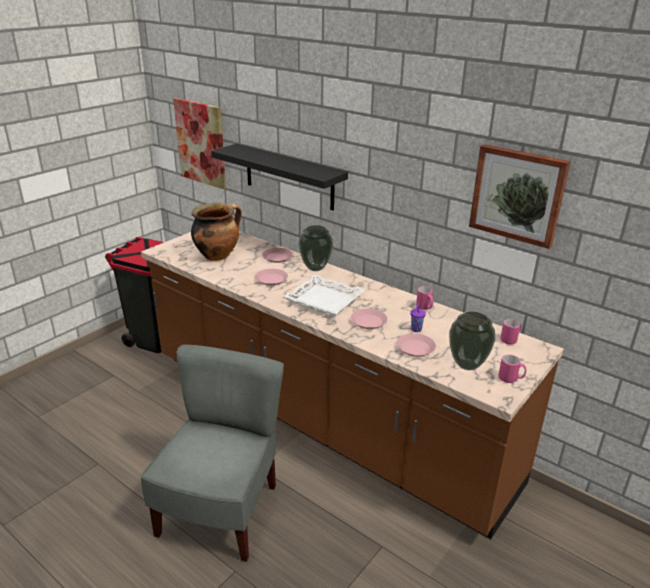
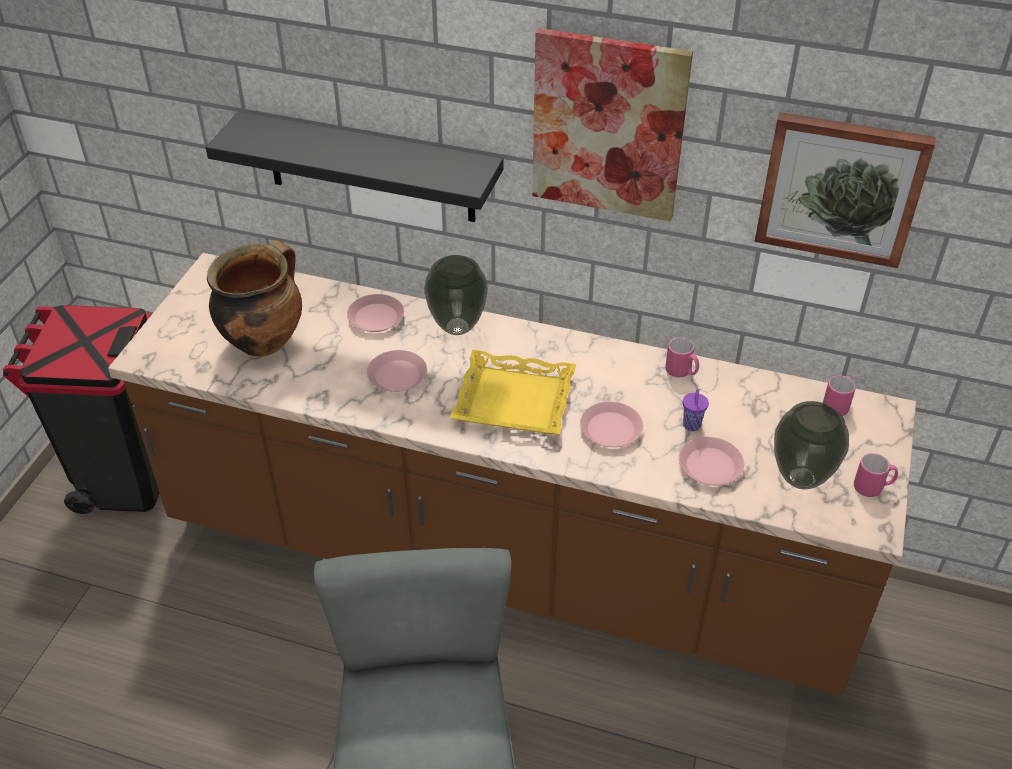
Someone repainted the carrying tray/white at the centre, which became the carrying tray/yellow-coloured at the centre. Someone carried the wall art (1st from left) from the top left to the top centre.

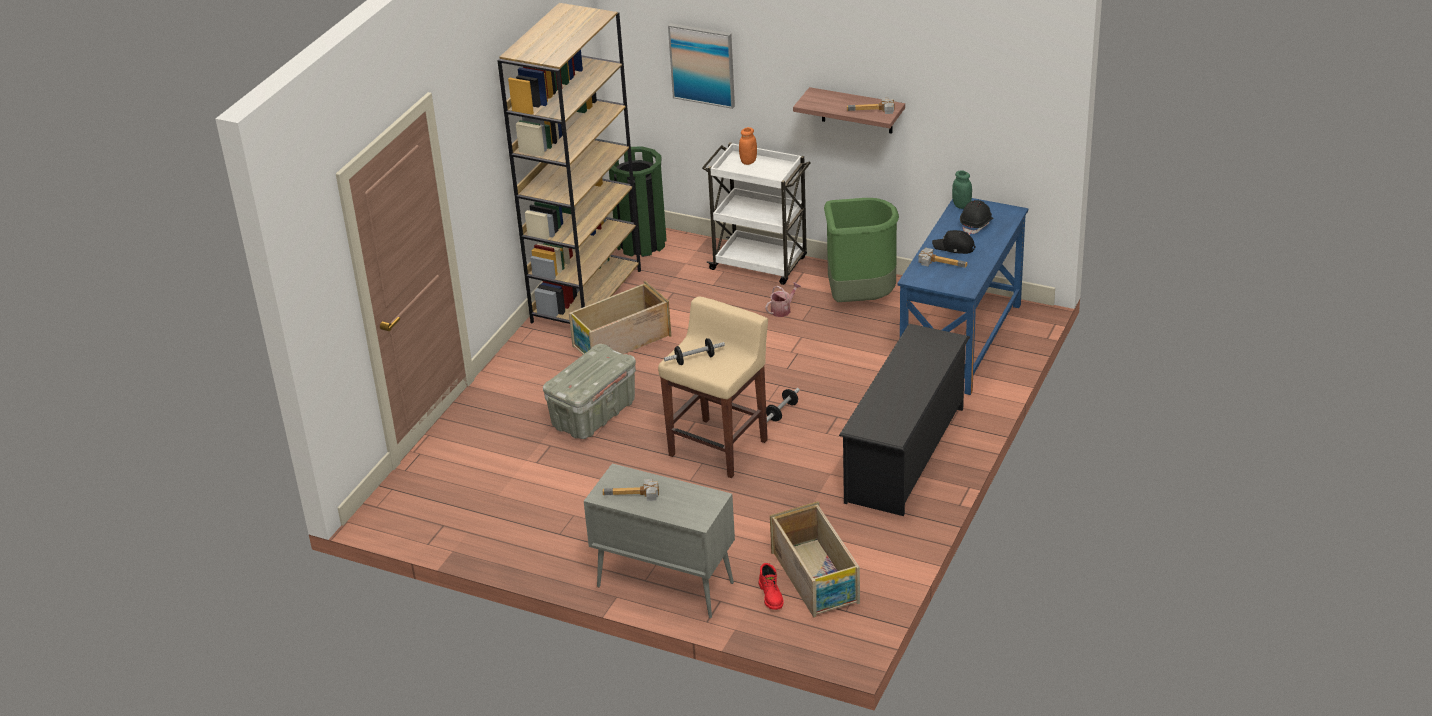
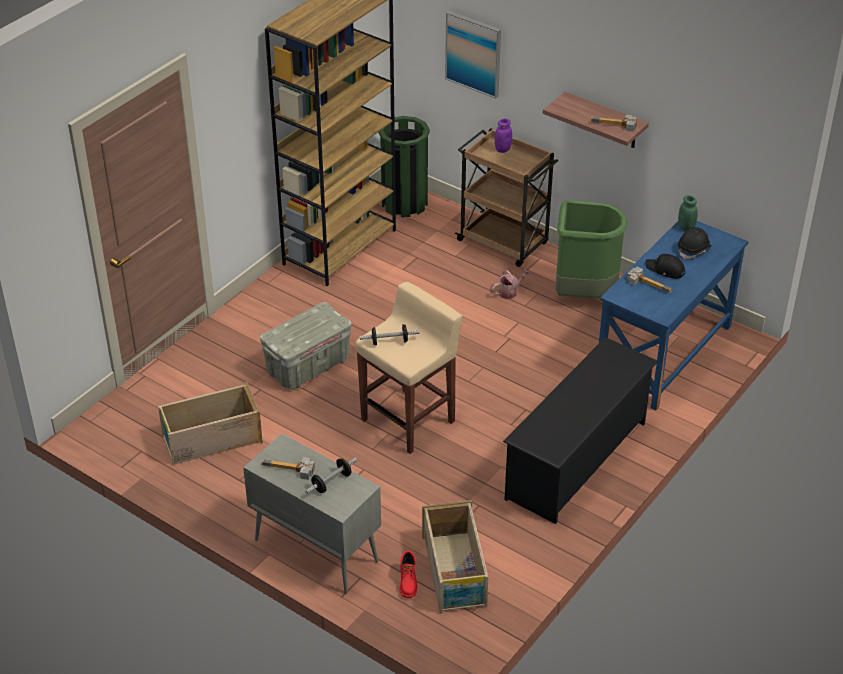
Someone carried the shipping crate (1st from left) from the centre to the middle left. Someone carried the hand weight (2nd from left in the first image) from the centre to the bottom centre. Someone repainted the wheeled cart/white at the top centre, which became the wheeled cart/brownish at the top centre. Someone repainted the preserve jar/orange at the top centre, which became the preserve jar/purple-coloured at the top centre.

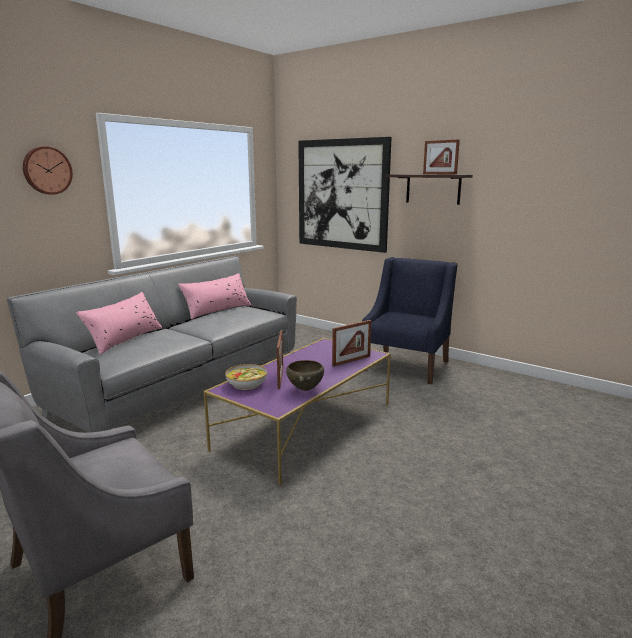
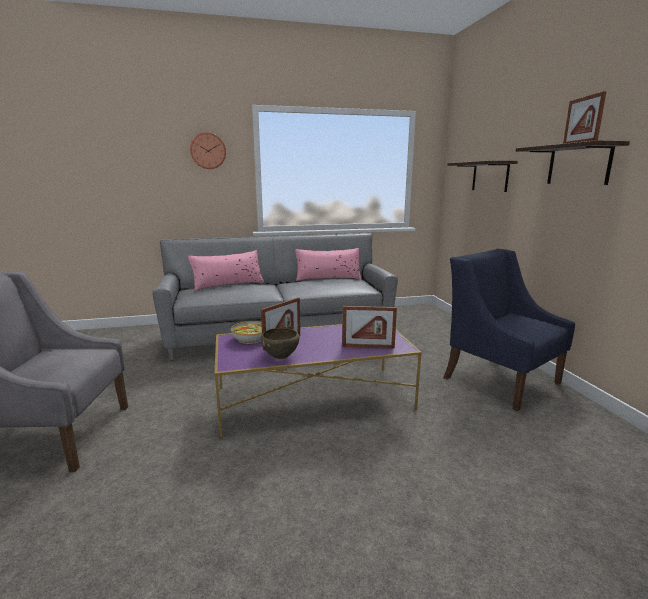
Someone rotated the armchair/blue-coloured at the centre by 105 degrees counterclockwise. Someone swapped the wall art at the top centre for the bracket shelf (1st from left) at the top right.

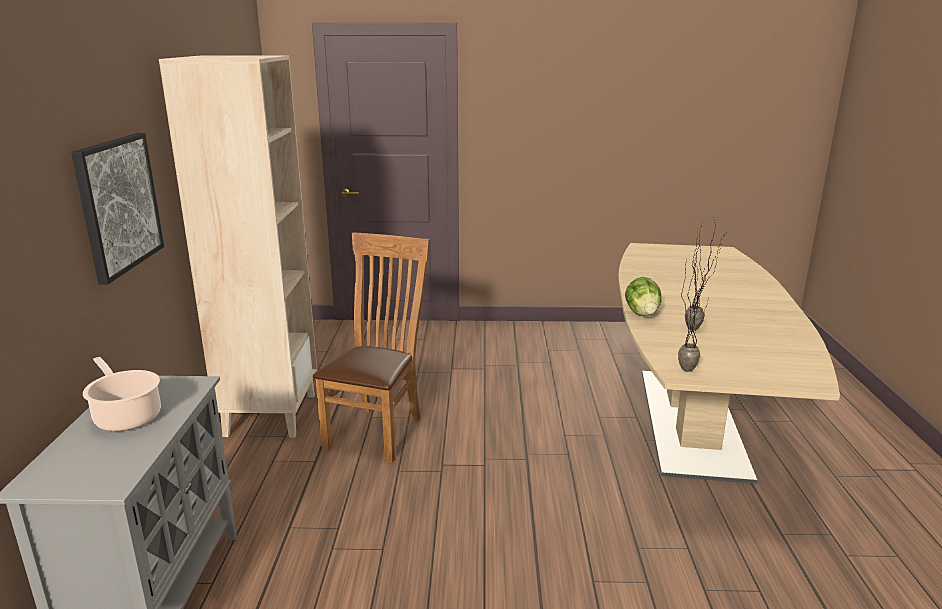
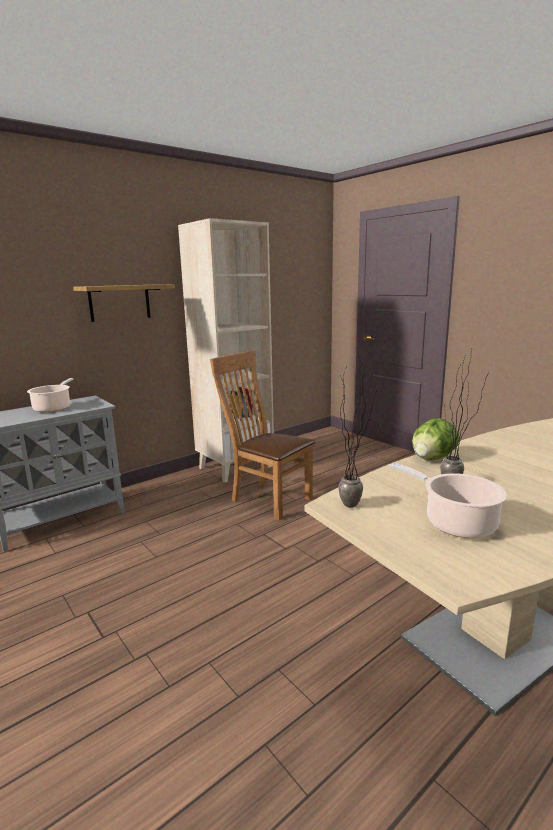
Someone swapped the wall art at the middle left for the bracket shelf at the middle left. Someone rotated the upright chair/brownish at the centre by 120 degrees counterclockwise. Someone put down the stockpot (2nd from left) at the middle right.

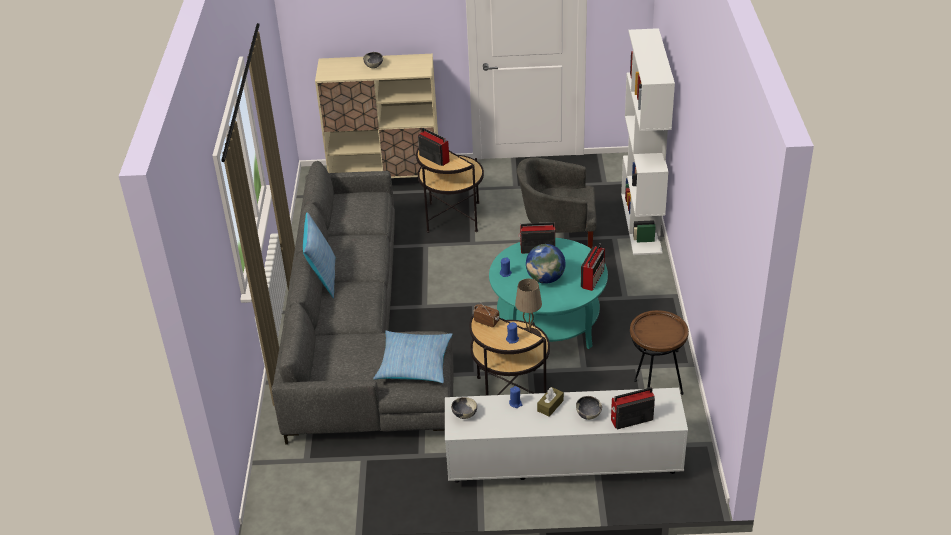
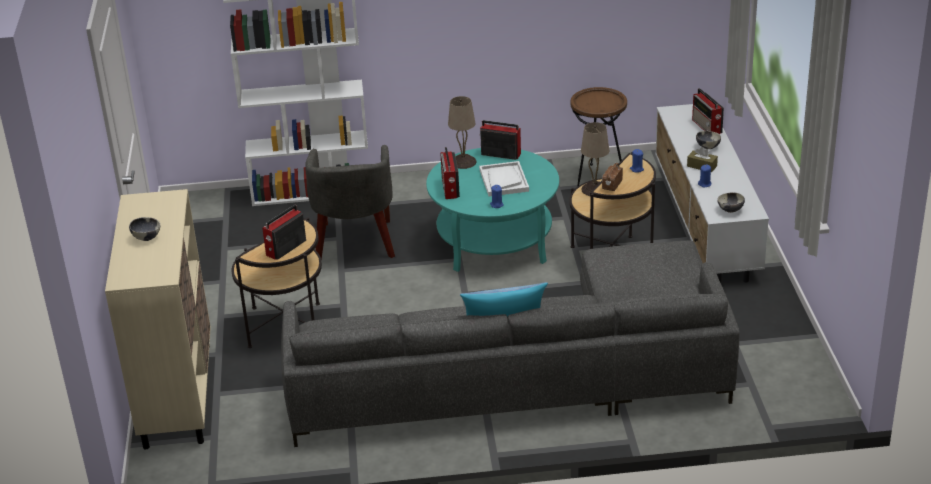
Someone put down the tabletop lamp/sand-coloured (1st from left) at the top centre. Someone swapped the world globe at the centre for the carrying tray/white at the centre. Someone took away the pillow (2nd from left) at the bottom centre.

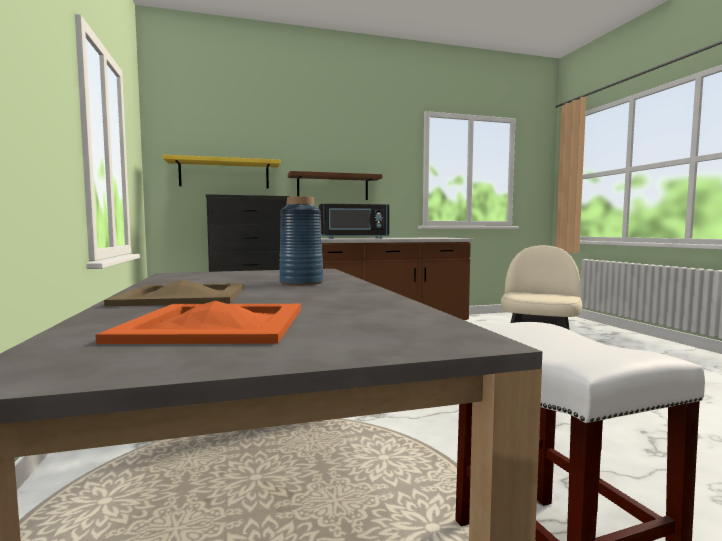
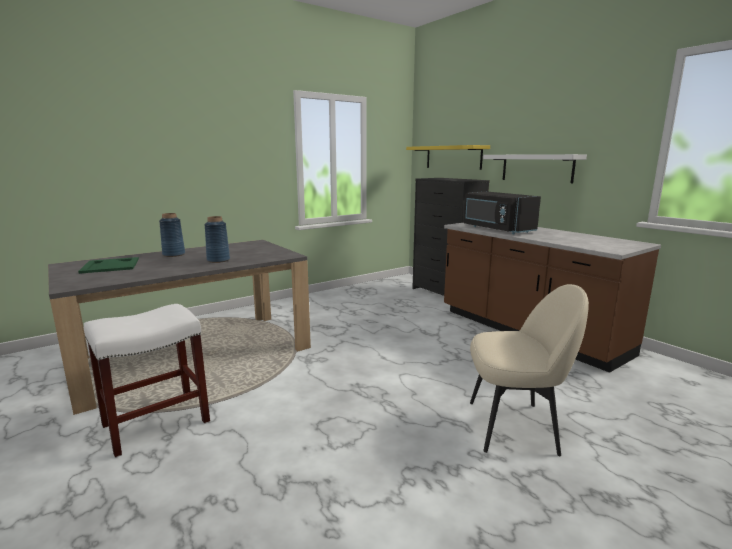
Someone repainted the carrying tray/orange at the middle left, which became the carrying tray/green at the middle left. Someone swapped the carrying tray/sand-coloured at the middle left for the decorative vase/blue-coloured (1st from left) at the middle left. Someone repainted the bracket shelf/brownish at the centre, which became the bracket shelf/white at the top right.

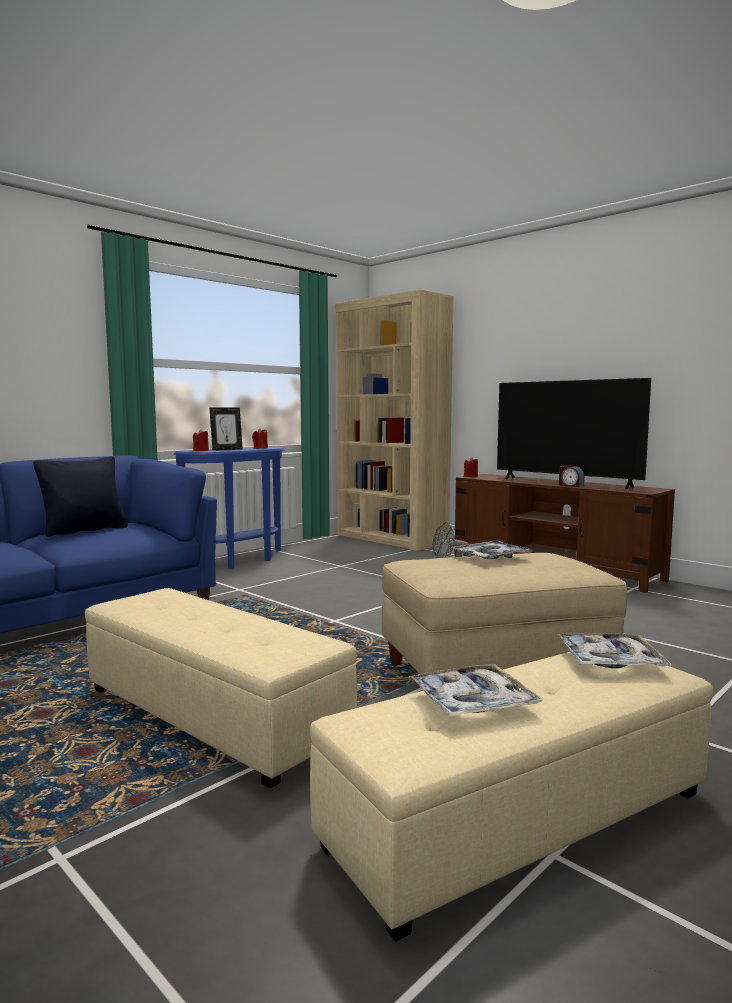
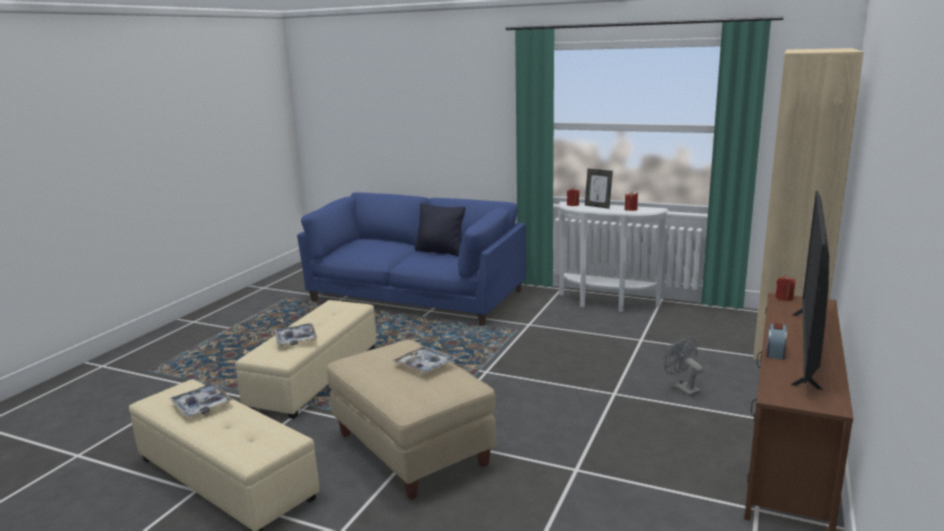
Someone carried the carrying tray (3rd from left in the first image) from the middle right to the middle left. Someone repainted the narrow table/blue-coloured at the middle left, which became the narrow table/white at the centre.

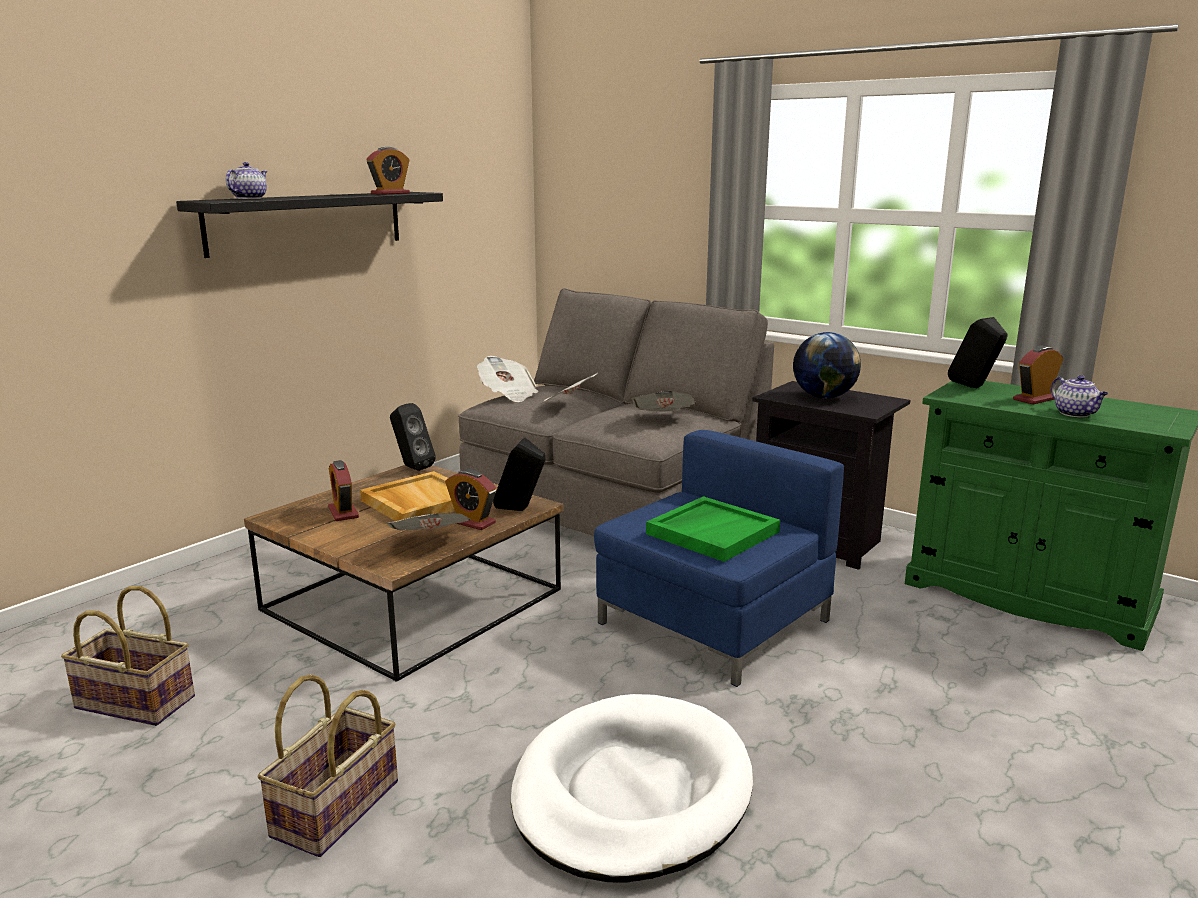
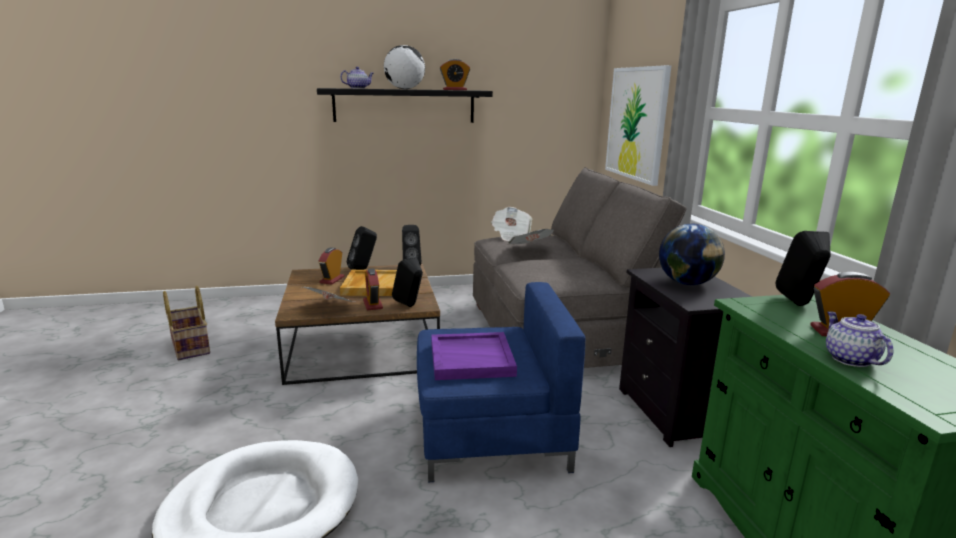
Someone put down the loudspeaker/black-coloured (1st from left) at the centre. Someone put down the world globe (1st from left) at the top centre. Someone repainted the carrying tray/green at the centre, which became the carrying tray/purple-coloured at the centre. Someone put up the wall art at the top right. Someone rotated the tea pot (2nd from left) at the middle right by 150 degrees clockwise. Someone took away the household basket (2nd from left) at the bottom left. Someone took away the daily paper (4th from left) at the centre.

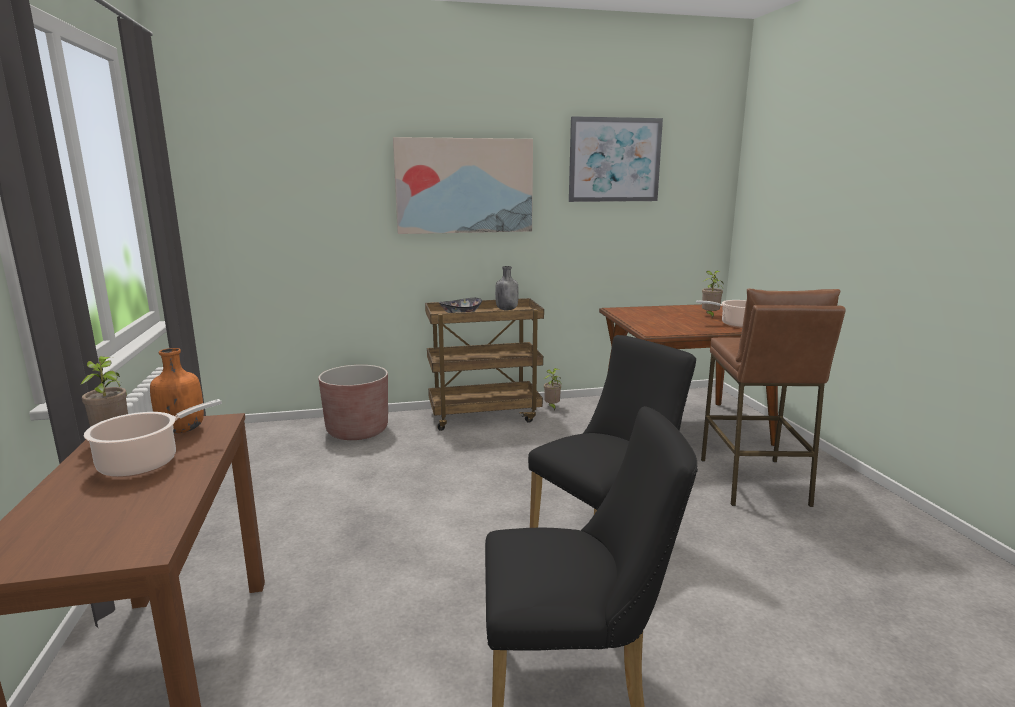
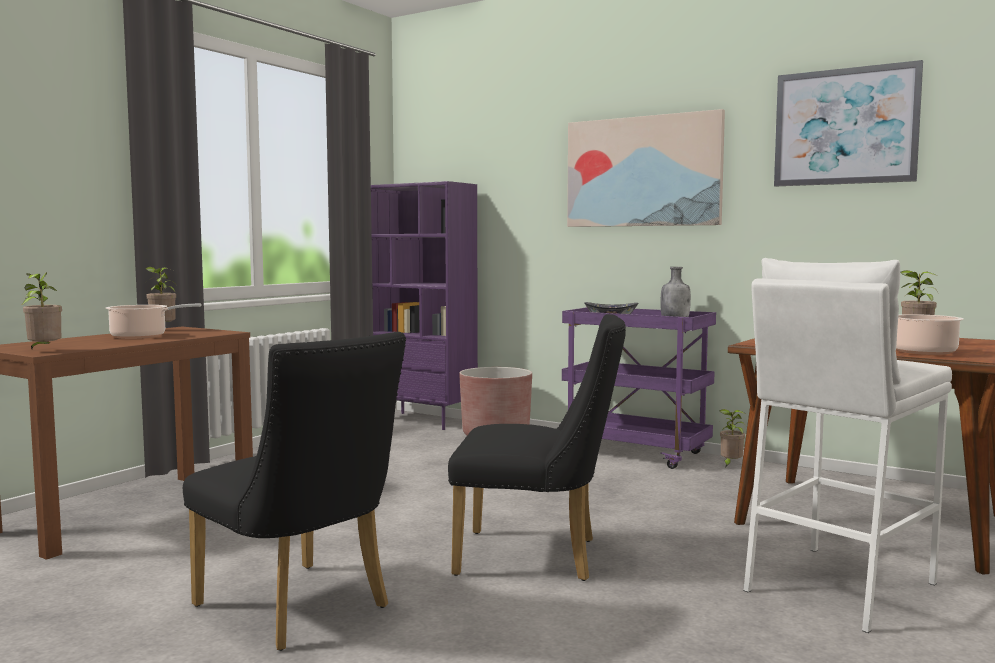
Someone put down the houseplant (1st from left) at the middle left. Someone put down the bookshelf/purple-coloured at the centre. Someone repainted the wheeled cart/brownish at the centre, which became the wheeled cart/purple-coloured at the centre. Someone repainted the stool/brownish at the middle right, which became the stool/white at the bottom right. Someone took away the drink bottle/orange at the middle left.

